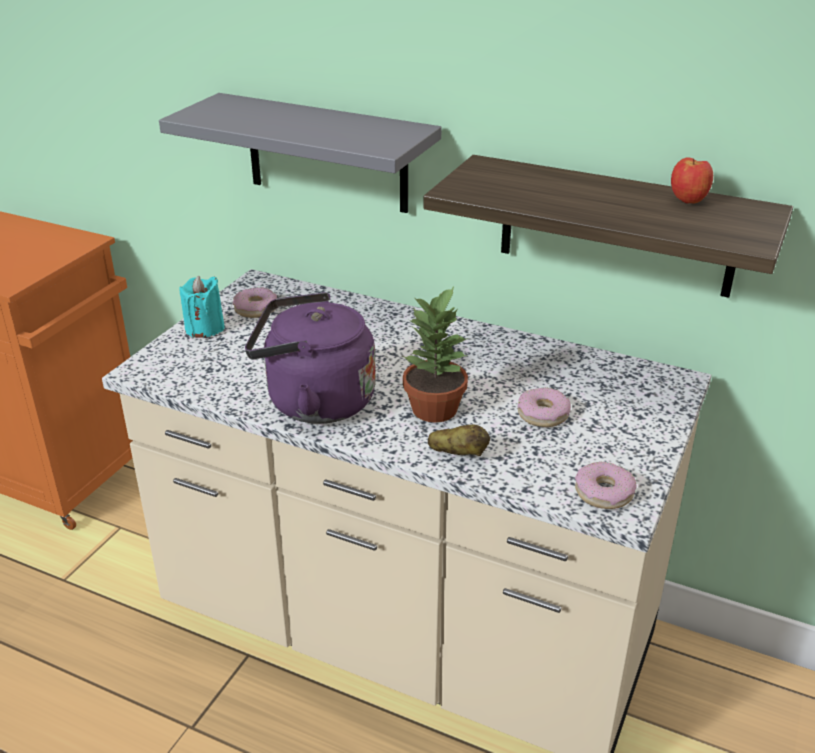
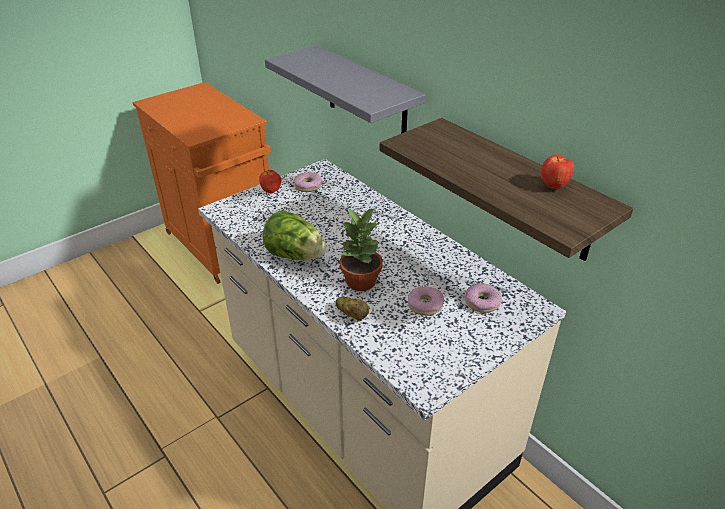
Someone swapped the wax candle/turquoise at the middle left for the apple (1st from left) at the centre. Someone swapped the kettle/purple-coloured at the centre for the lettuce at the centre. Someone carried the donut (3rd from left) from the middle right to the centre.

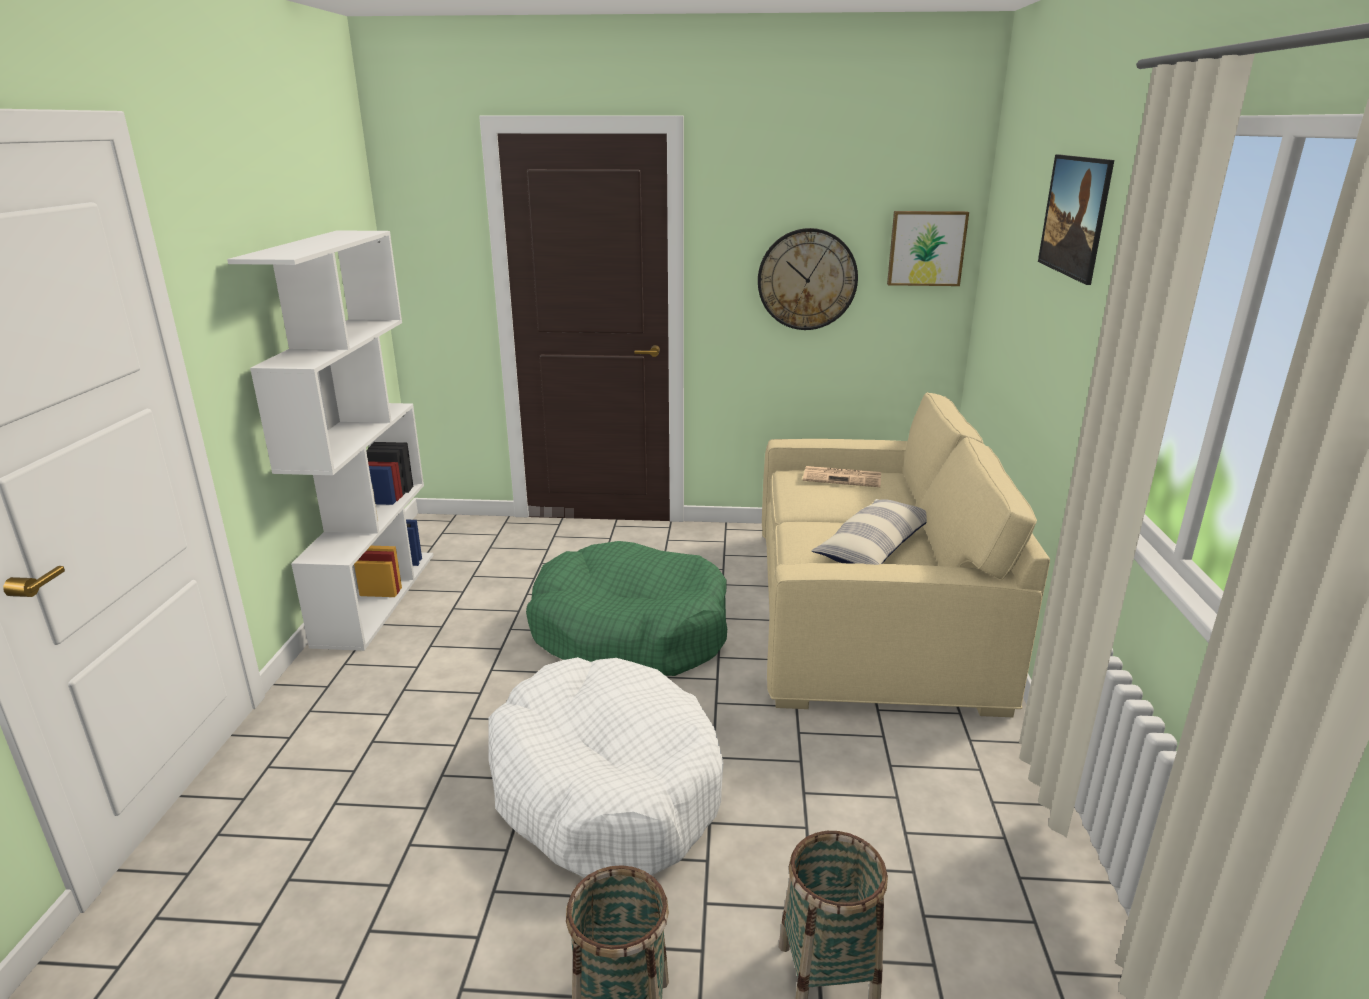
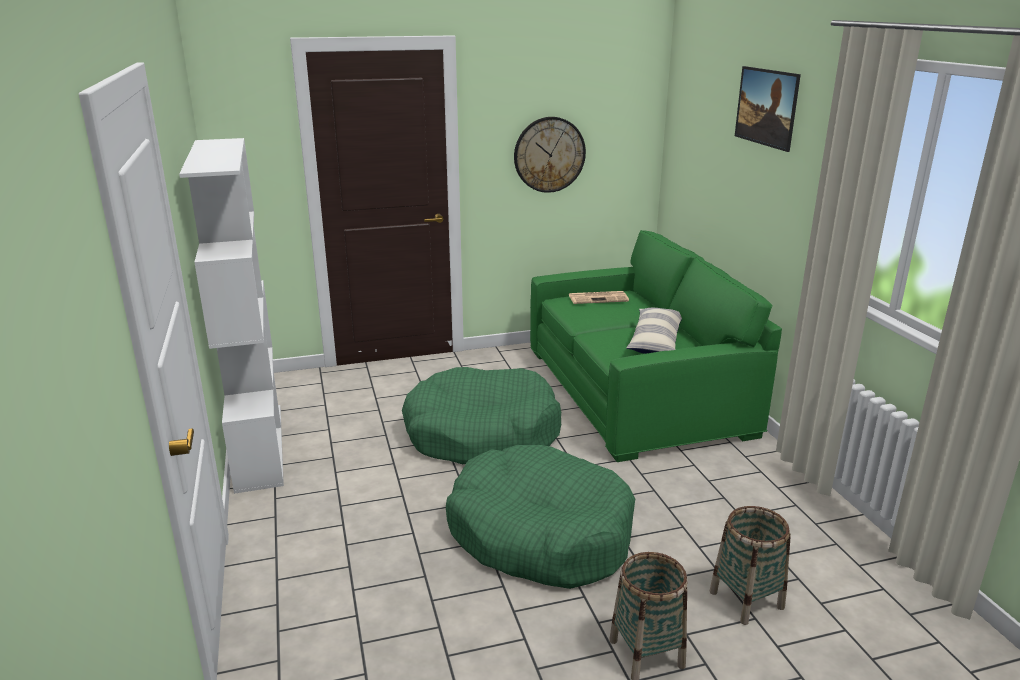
Someone repainted the dog bed/white at the bottom centre, which became the dog bed/green (2nd from left) at the bottom centre. Someone repainted the sofa/sand-coloured at the centre, which became the sofa/green at the centre. Someone took away the wall art (1st from left) at the top right.

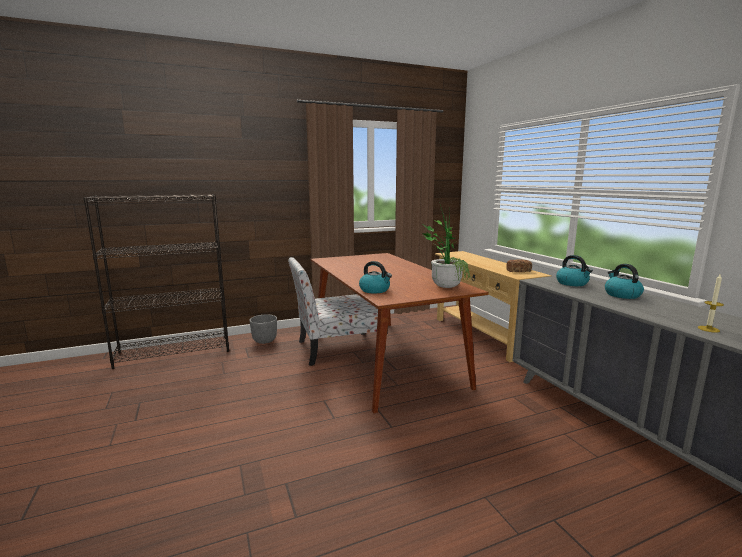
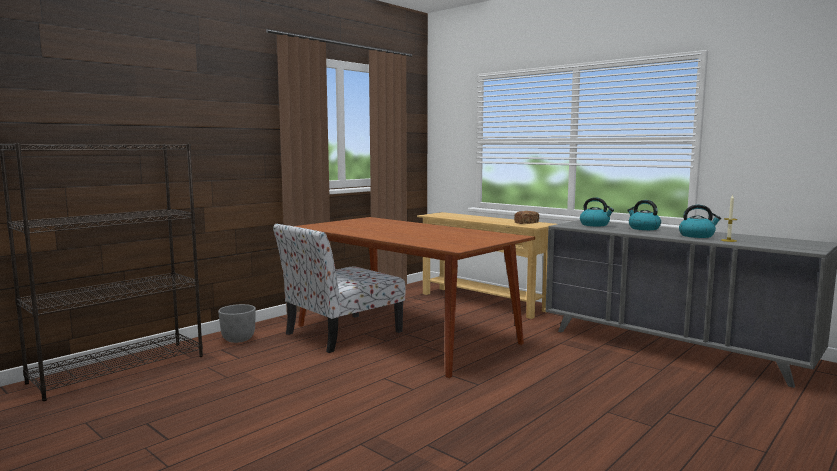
Someone carried the kettle (1st from left in the first image) from the centre to the middle right. Someone took away the houseplant at the centre.

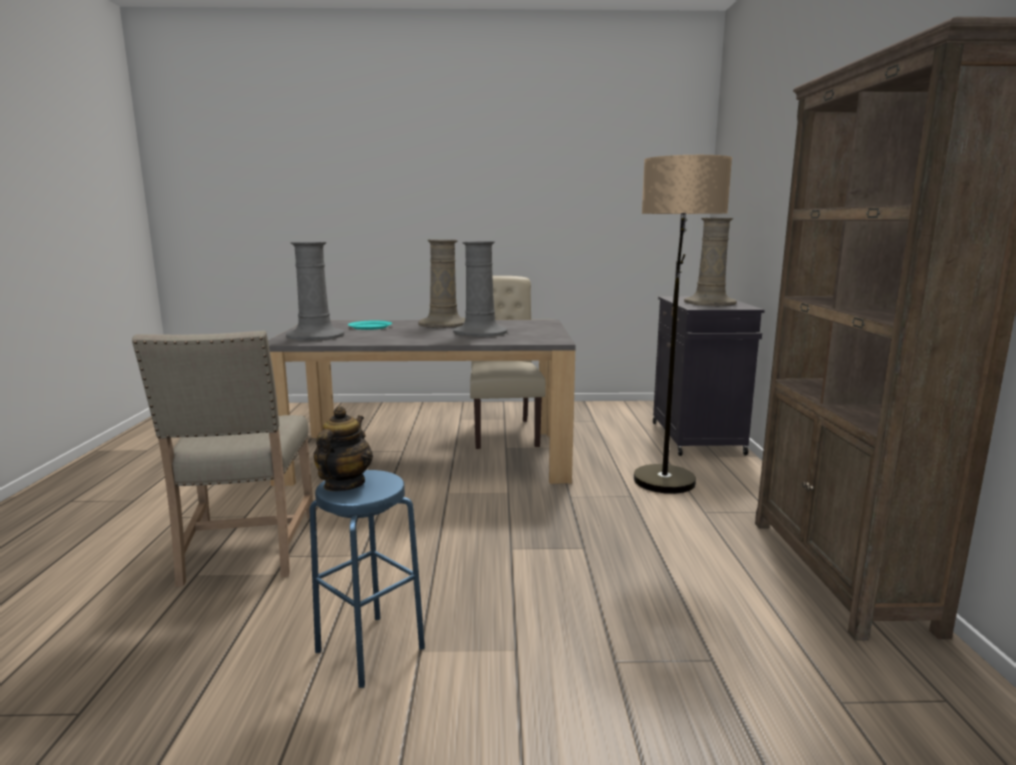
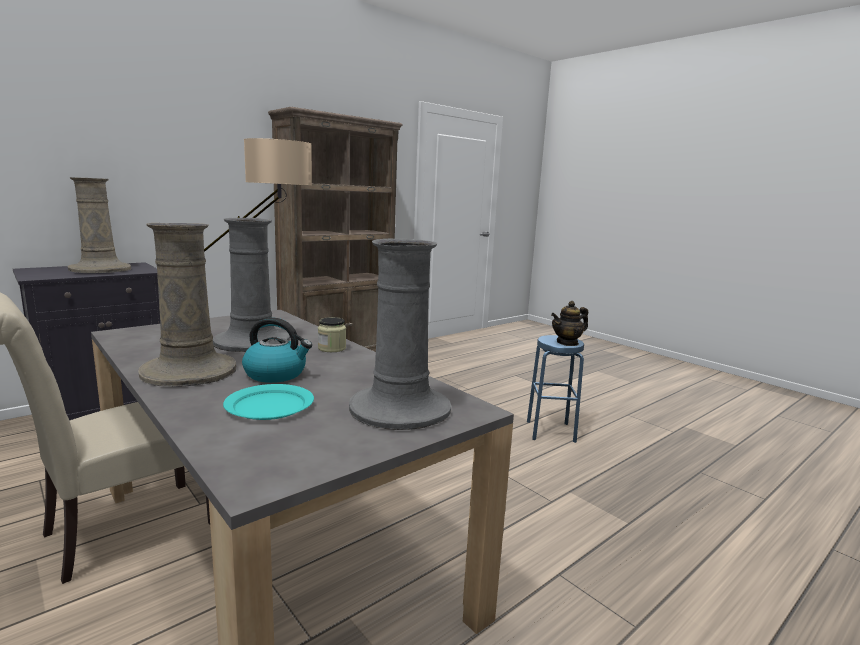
Someone put down the kettle at the middle left. Someone put down the preserve jar at the centre. Someone took away the upright chair/sand-coloured (1st from left) at the middle left.

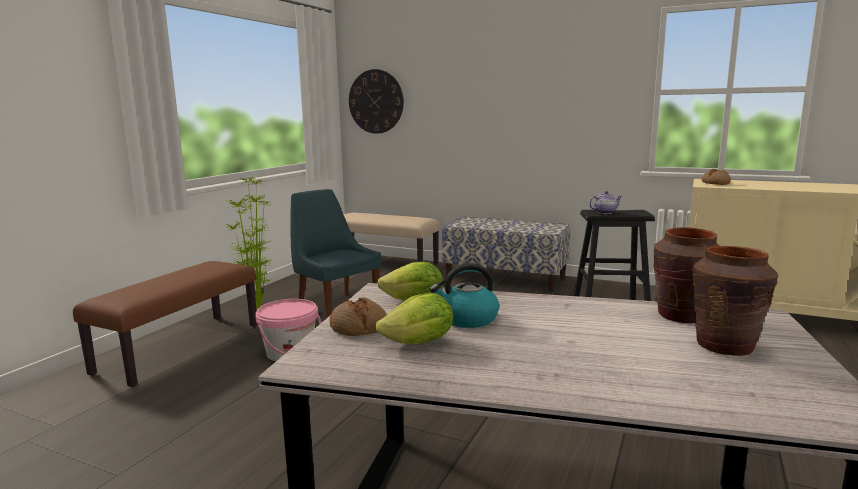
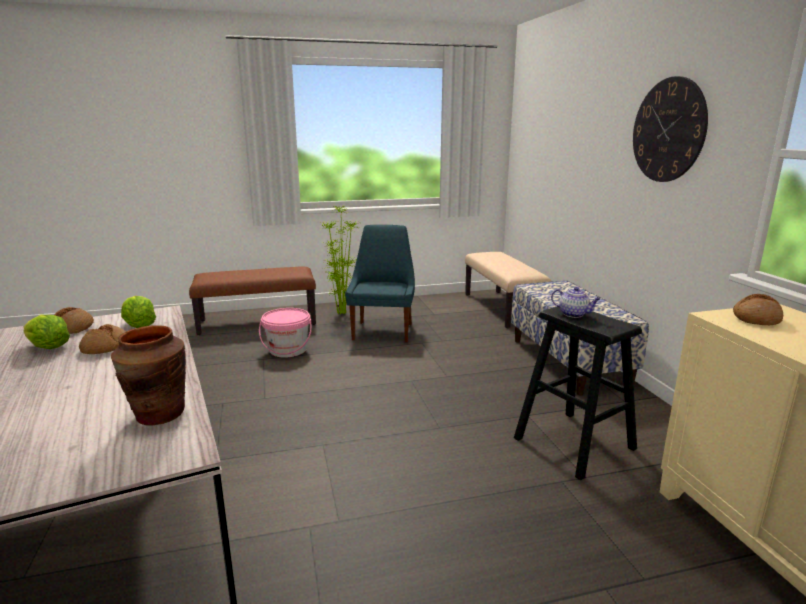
Someone swapped the kettle at the centre for the bread (2nd from left) at the middle left. Someone carried the wall clock from the top centre to the top right. Someone took away the decorative vase/brownish (2nd from left) at the middle right.

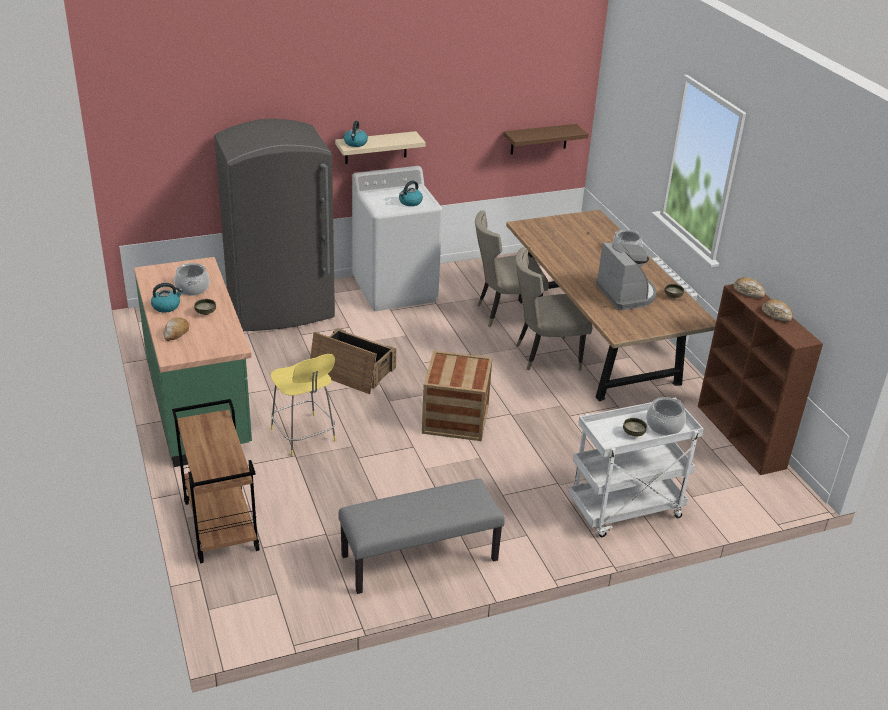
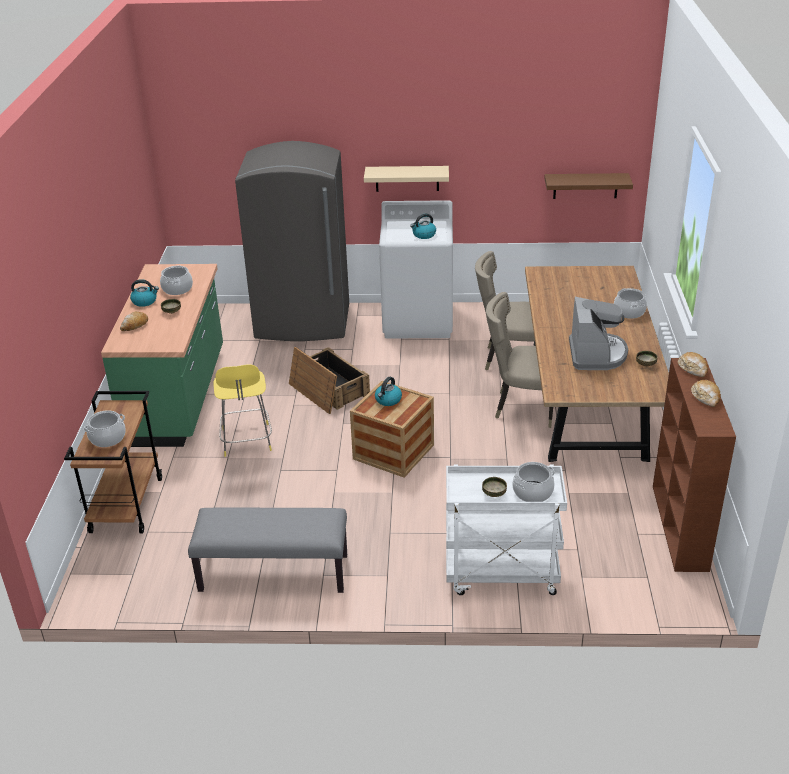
Someone put down the stockpot (1st from left) at the middle left. Someone carried the kettle (2nd from left) from the top centre to the centre.

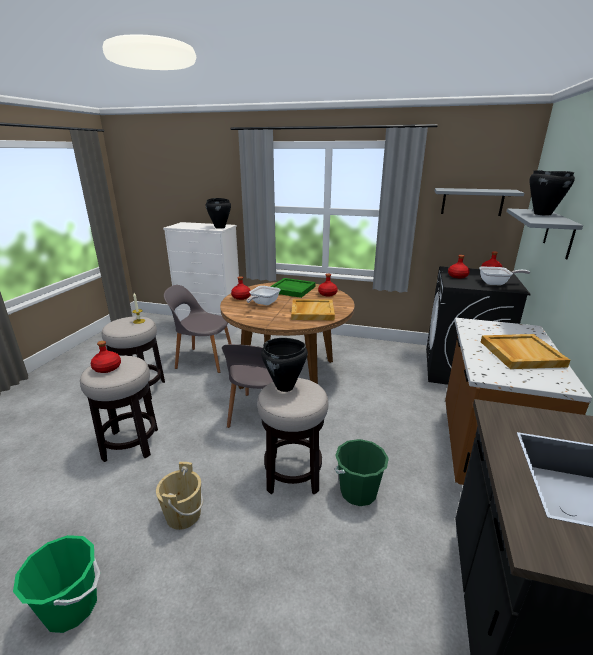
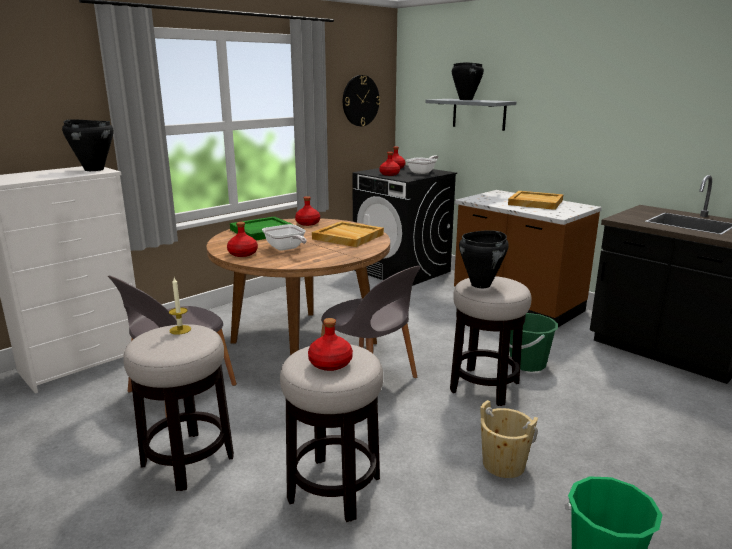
Someone swapped the bracket shelf/greyish (1st from left) at the top right for the wall clock at the top centre.

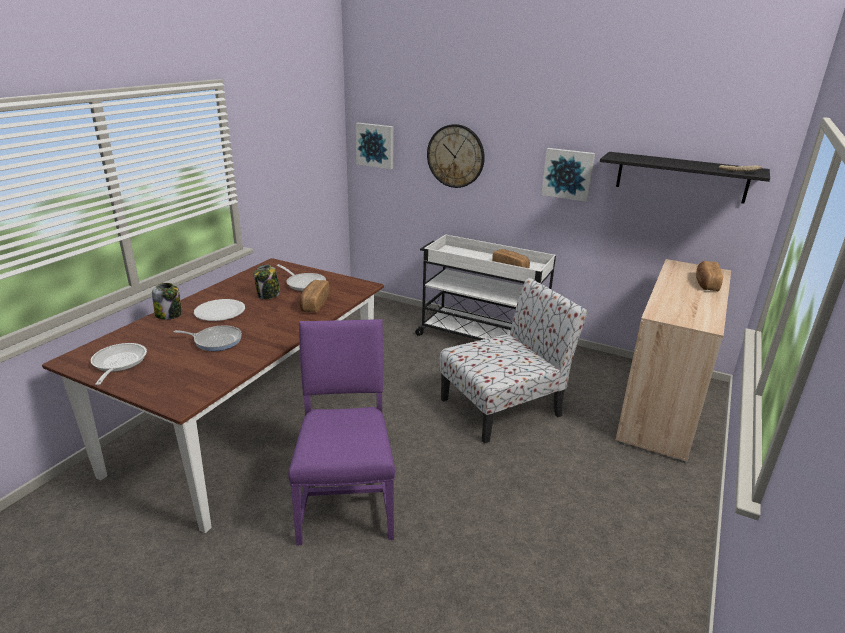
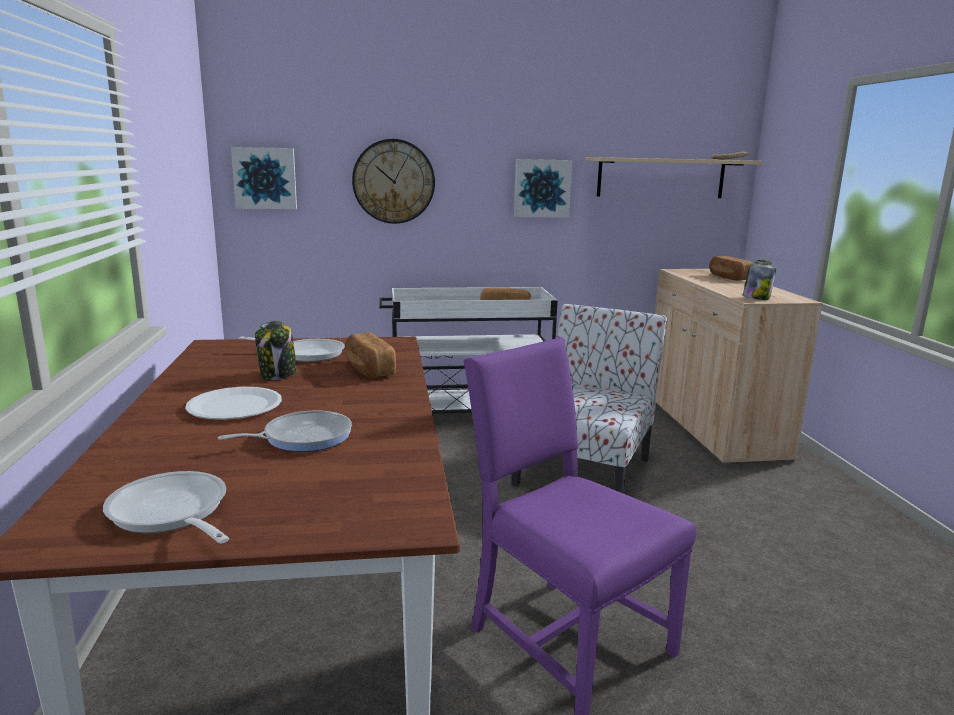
Someone repainted the bracket shelf/black-coloured at the top right, which became the bracket shelf/sand-coloured at the top right. Someone carried the preserve jar (1st from left in the first image) from the middle left to the middle right.

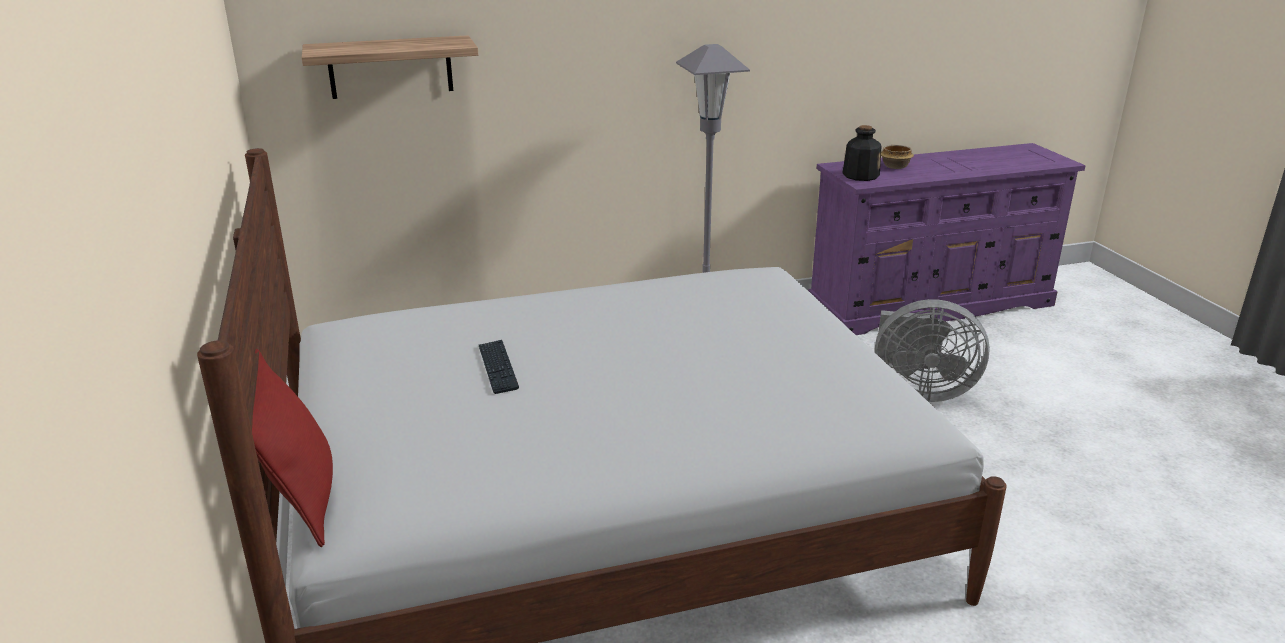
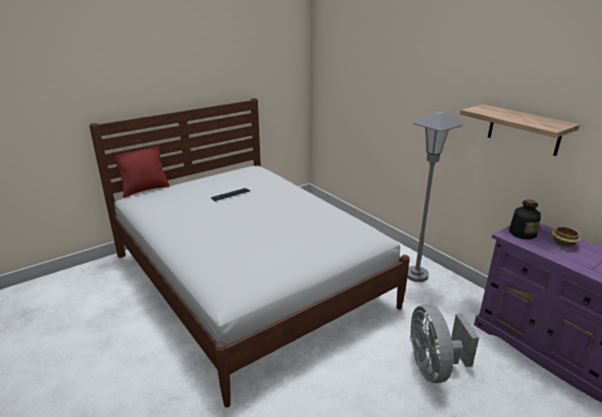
Someone carried the bracket shelf from the top left to the top right.

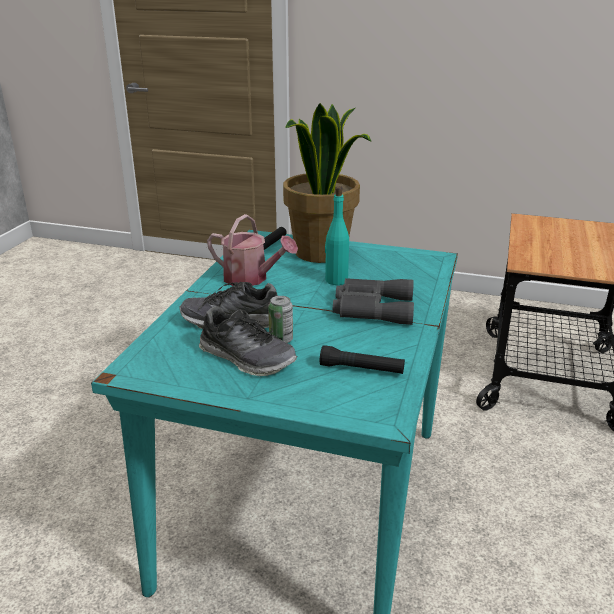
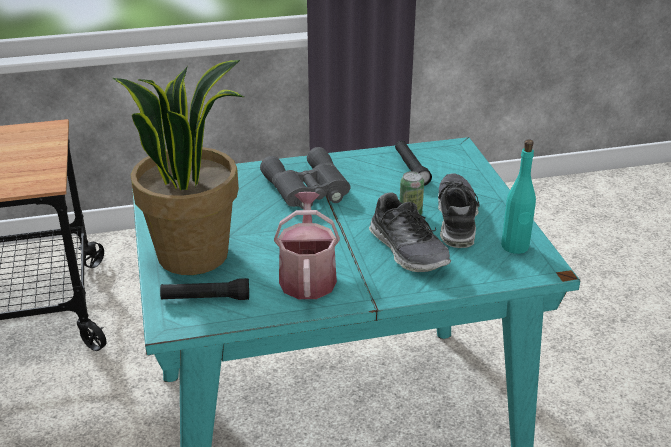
Someone carried the drink bottle/turquoise from the centre to the middle right.

